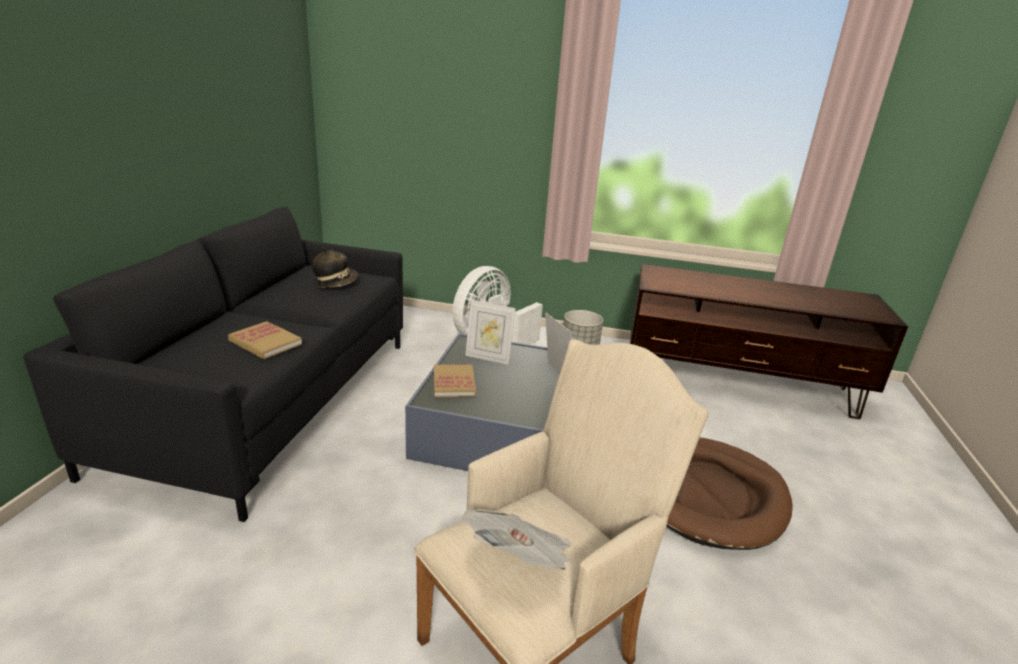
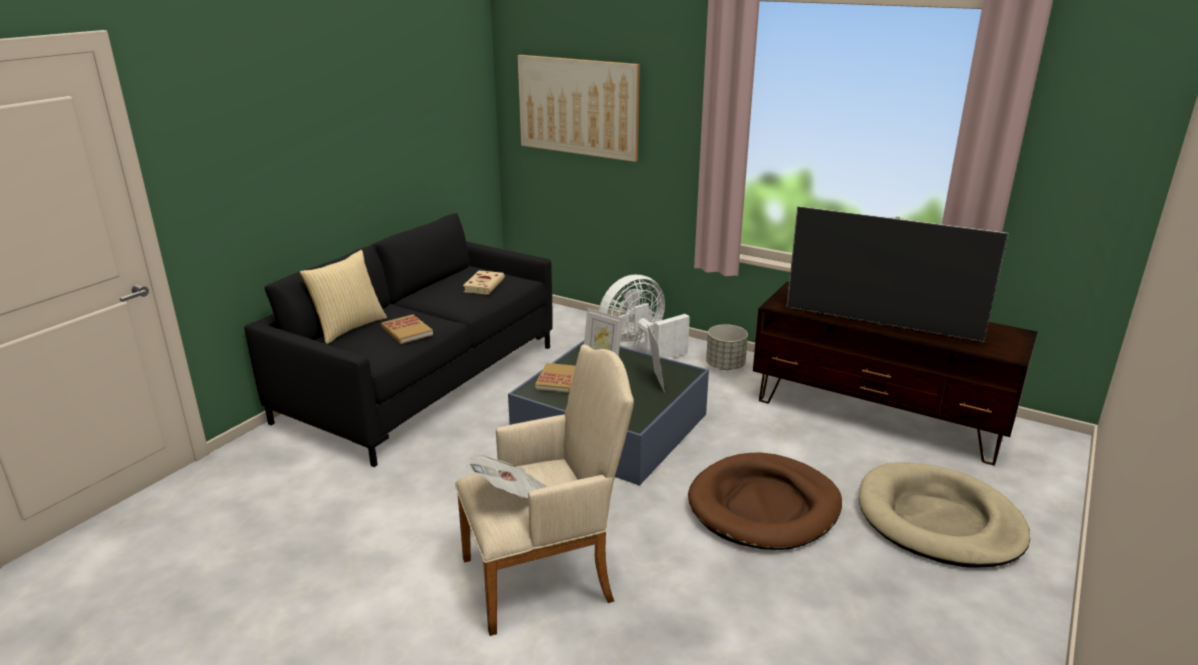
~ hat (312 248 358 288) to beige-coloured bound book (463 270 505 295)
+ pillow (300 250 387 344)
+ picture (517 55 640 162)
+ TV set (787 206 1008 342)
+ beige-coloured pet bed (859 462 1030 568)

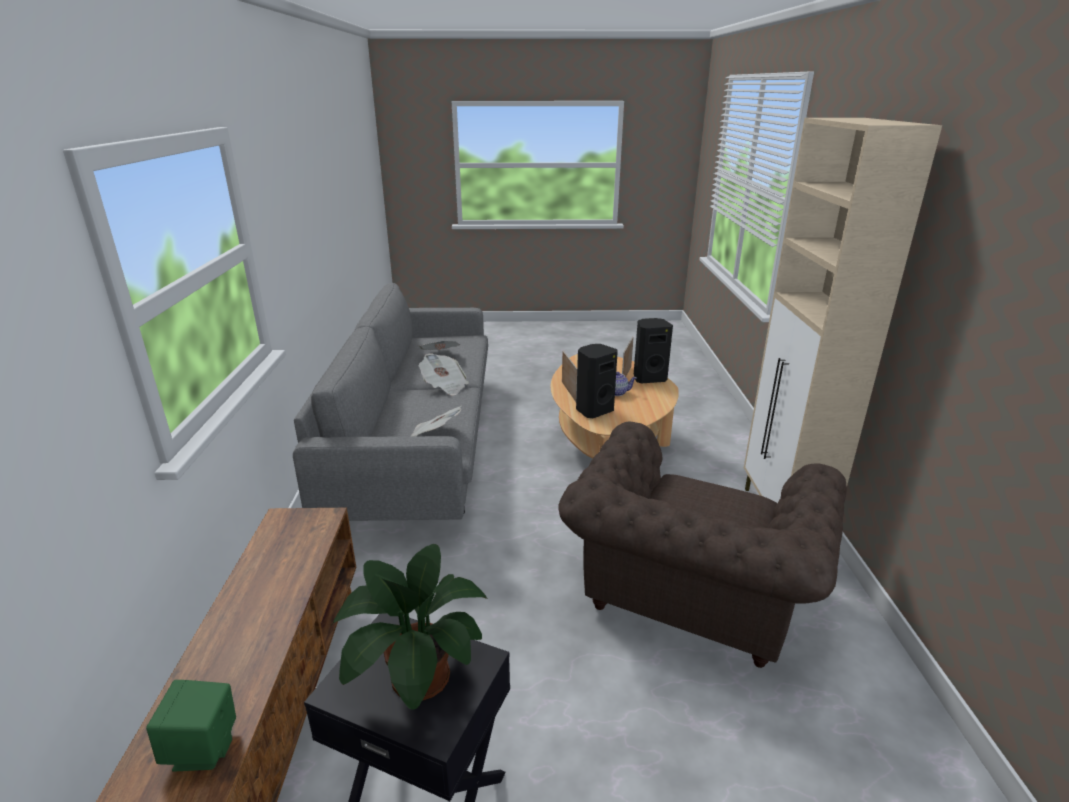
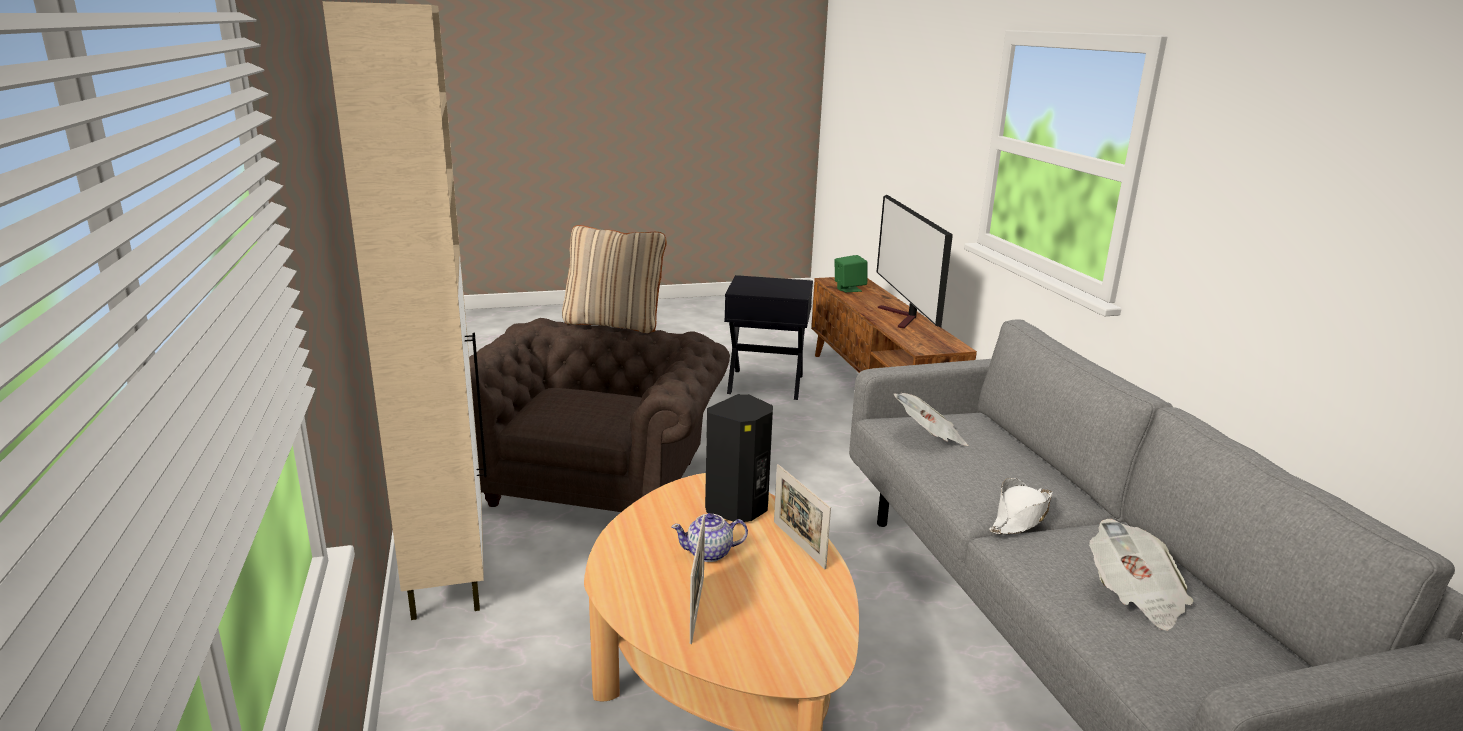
- potted plant (332 544 487 710)
~ newspaper (419 353 469 396) to whitish hat (989 478 1053 534)
- black speaker (634 318 673 383)
+ beige-coloured pillow (562 225 667 333)
+ TV set (877 195 953 328)

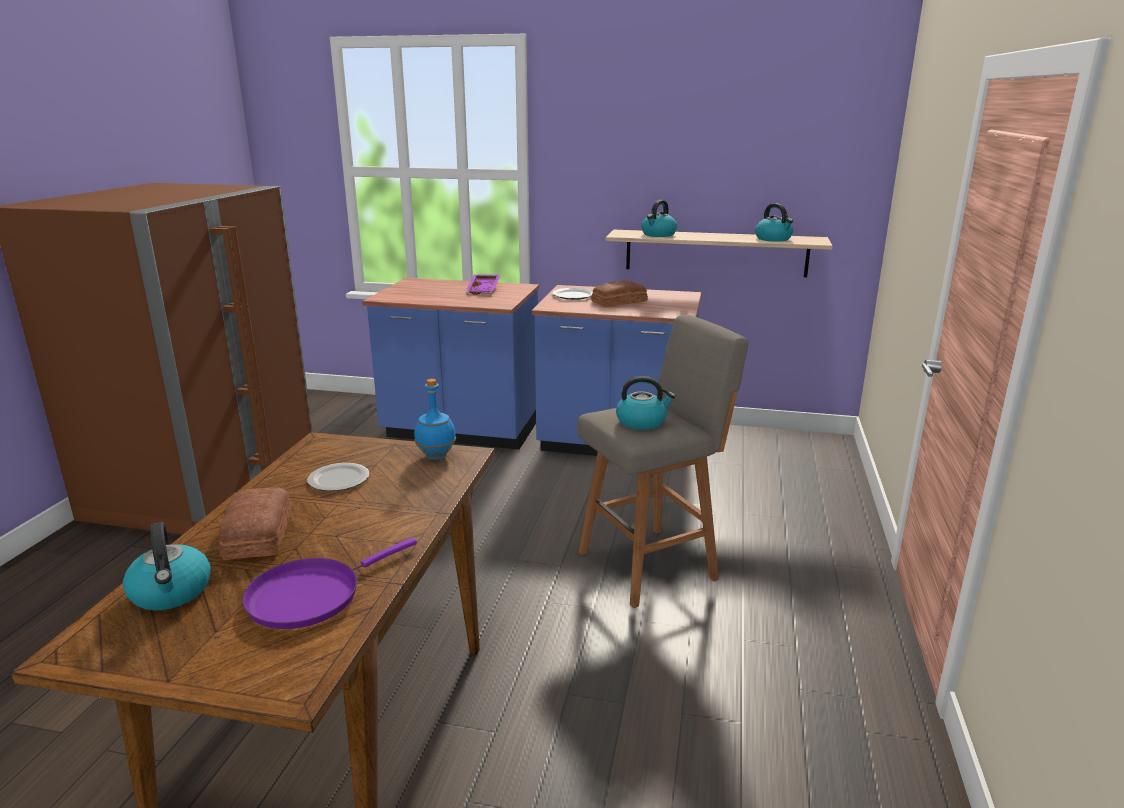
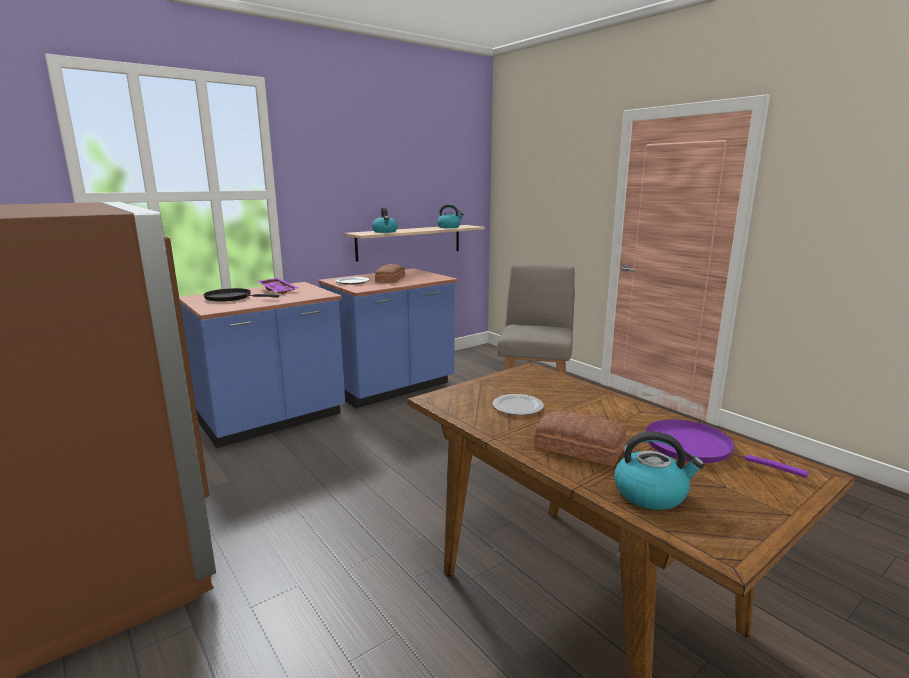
~ purple-coloured frying pan (242 538 417 629) = (645 419 809 478) 135 degrees clockwise
- blue-coloured beverage bottle (414 379 456 460)
- water kettle (616 376 675 430)
+ black frying pan (203 288 279 302)

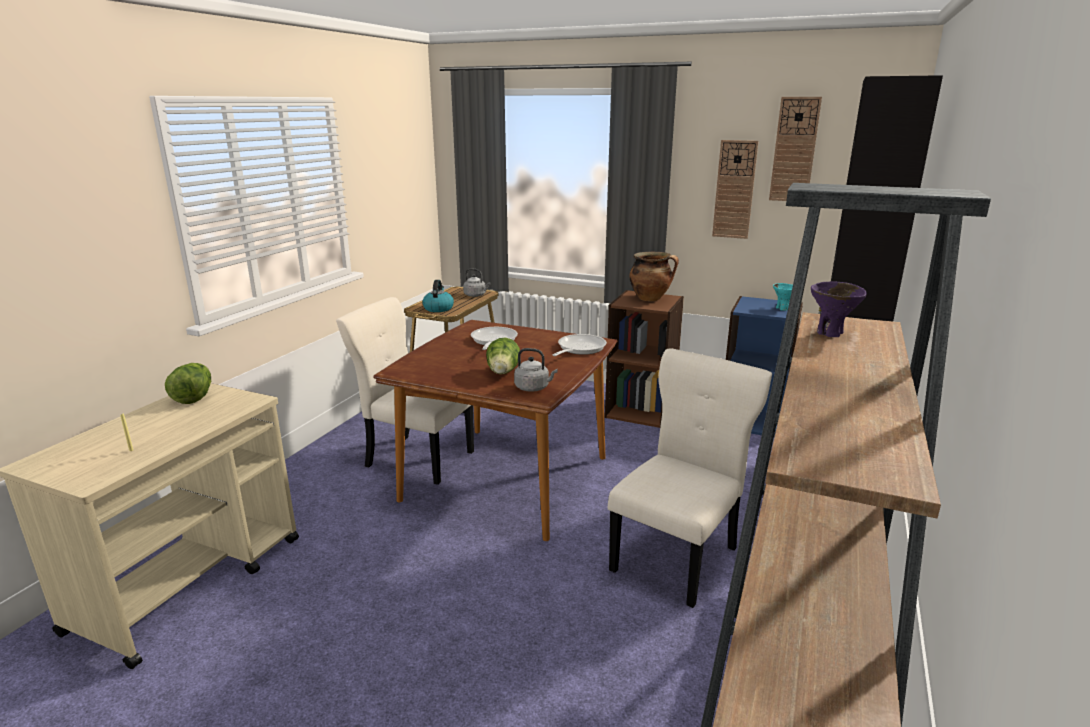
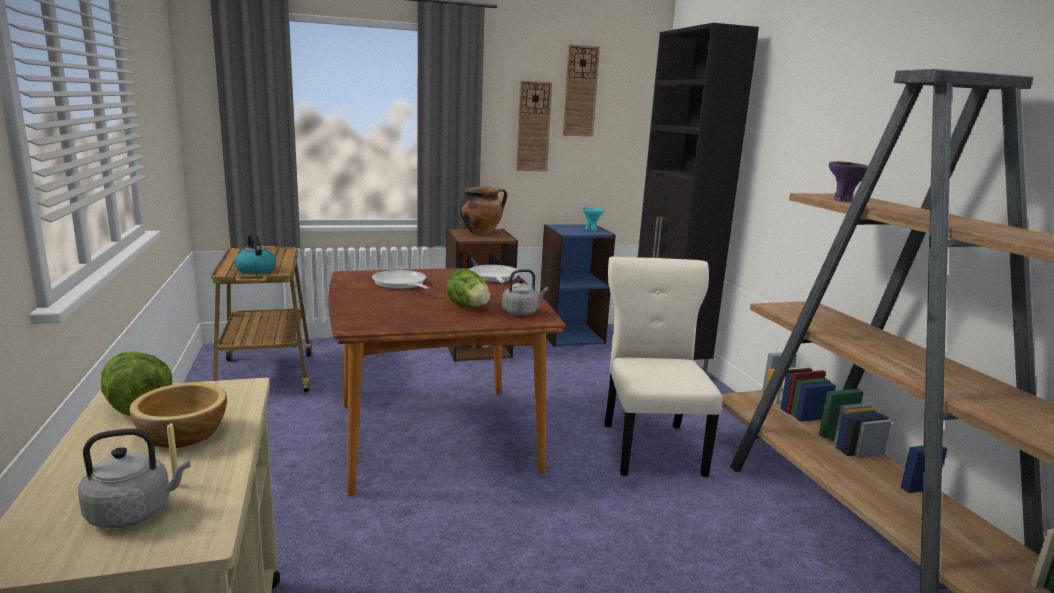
- beige-coloured chair (336 297 474 485)
~ grey water kettle (463 268 490 297) to (78 429 190 528)
+ bowl (130 382 227 448)

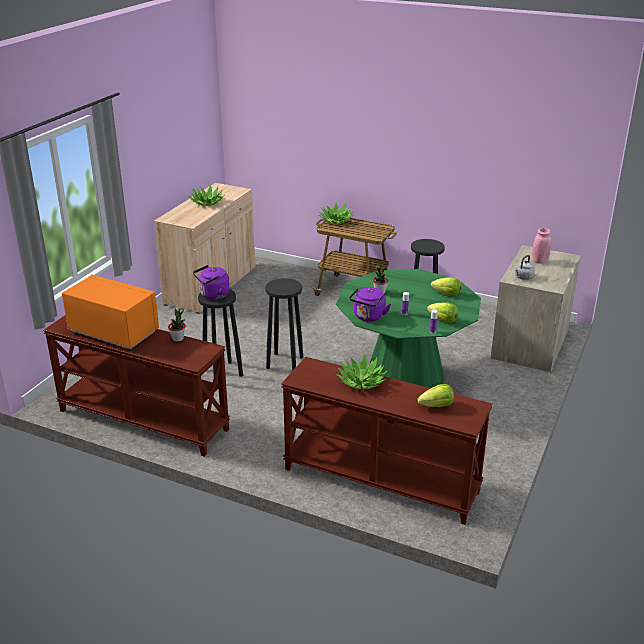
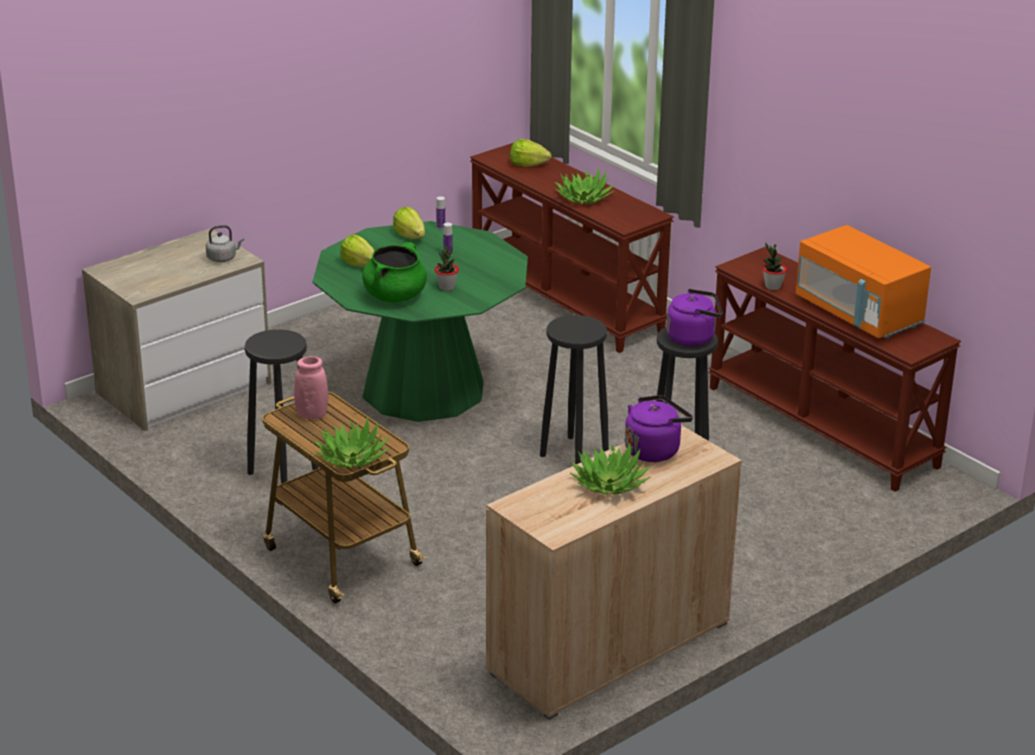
~ purple-coloured water kettle (349 287 391 322) to (625 395 693 462)
~ pinkish vase (532 228 551 263) to (294 356 328 419)
+ green cooking pot (362 242 427 302)

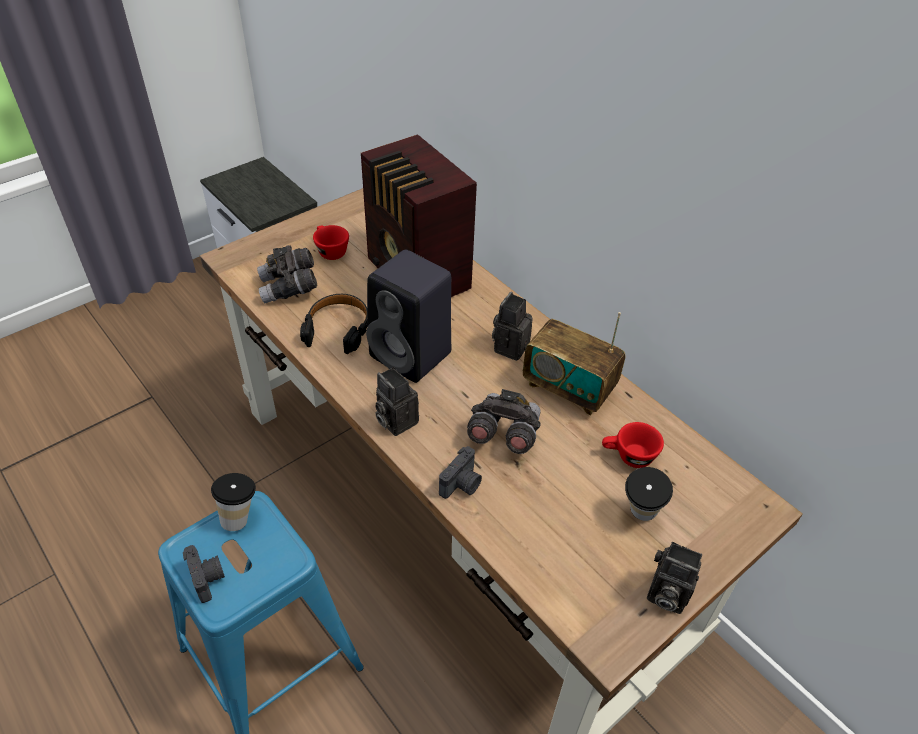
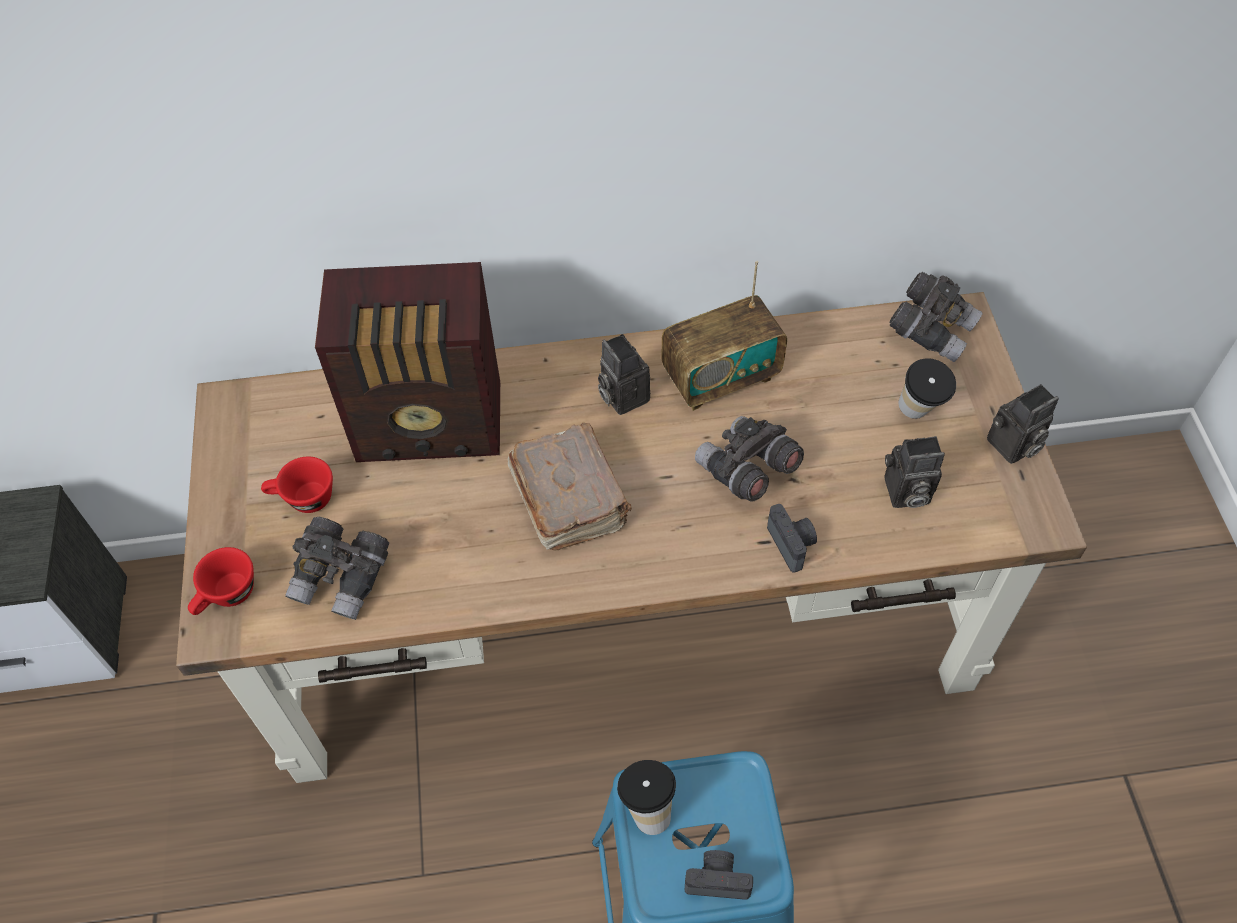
- black headset (300 294 368 354)
~ black speaker (366 249 451 383) to brownish bound book (507 423 632 550)
~ photo camera (375 367 419 436) to (884 436 945 508)
~ reddish small cup (602 422 664 468) to (188 547 254 615)
+ grey pair of binoculars (889 272 983 362)

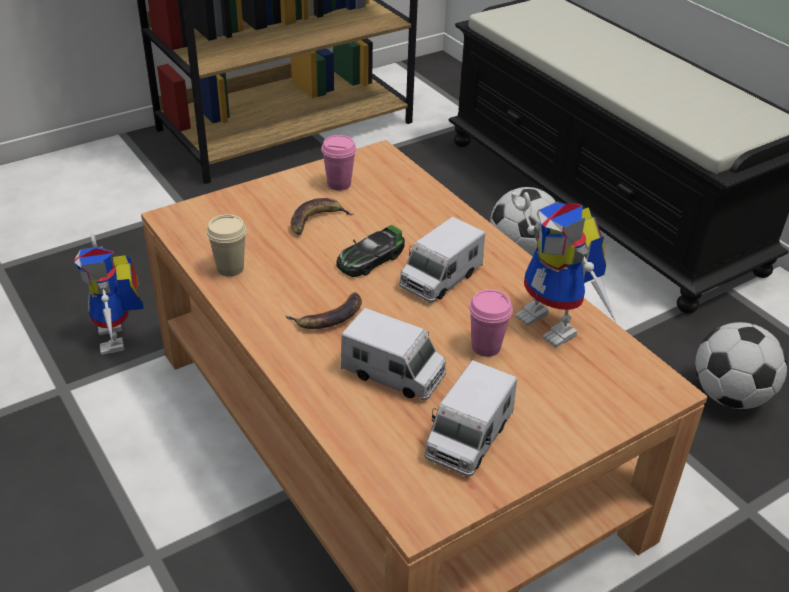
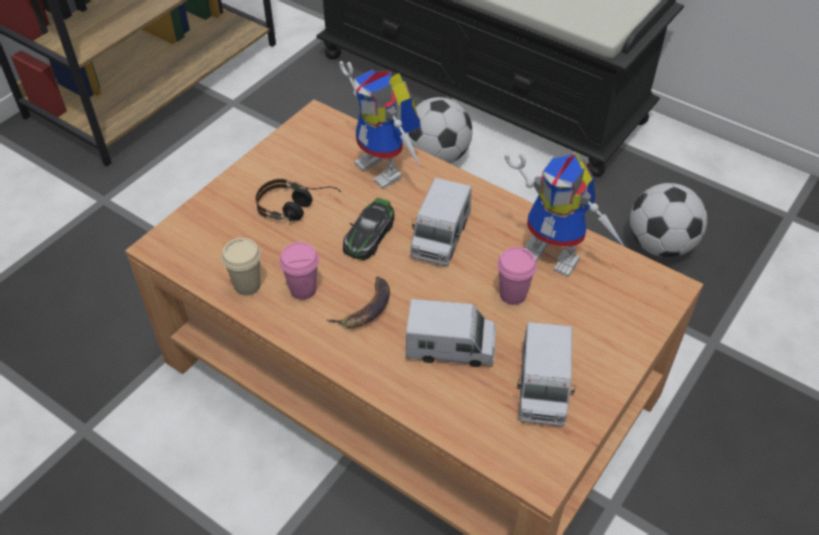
~ model robot (74 233 144 355) to (339 61 421 189)
~ banana (291 198 353 235) to headset (255 179 341 221)
~ pinkish small cup (321 135 356 191) to (279 242 319 300)

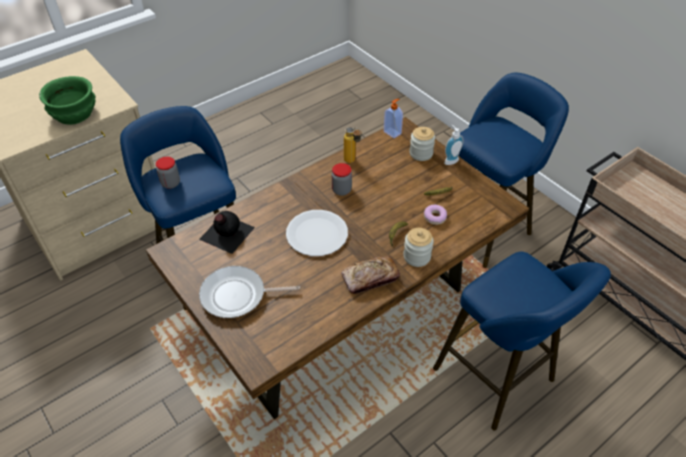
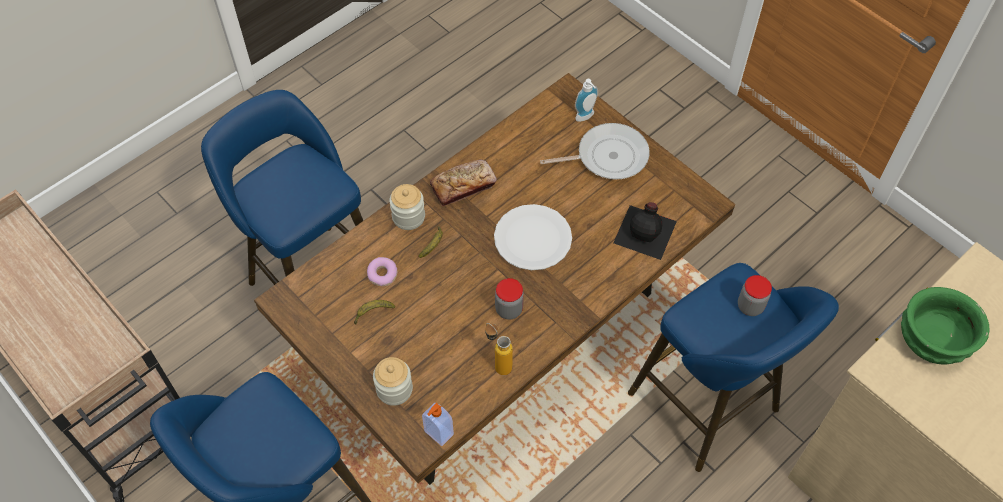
~ soap dispenser (444 125 464 165) to (575 79 598 122)

